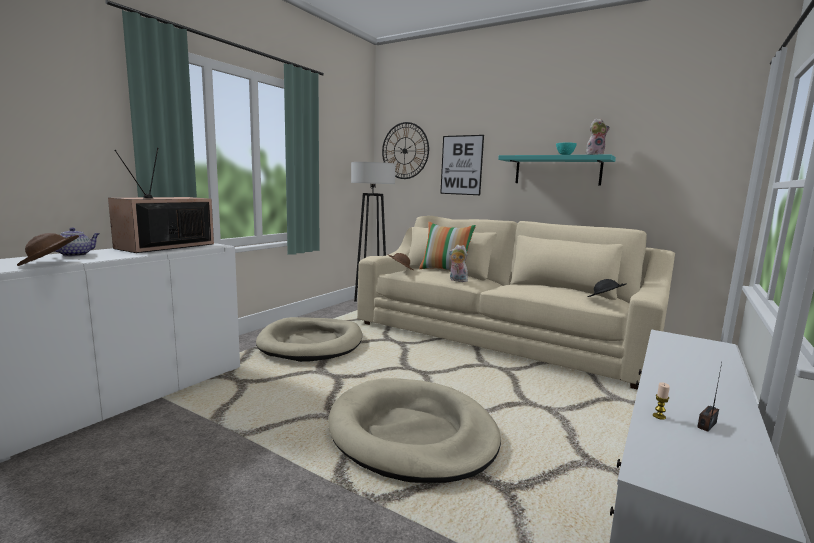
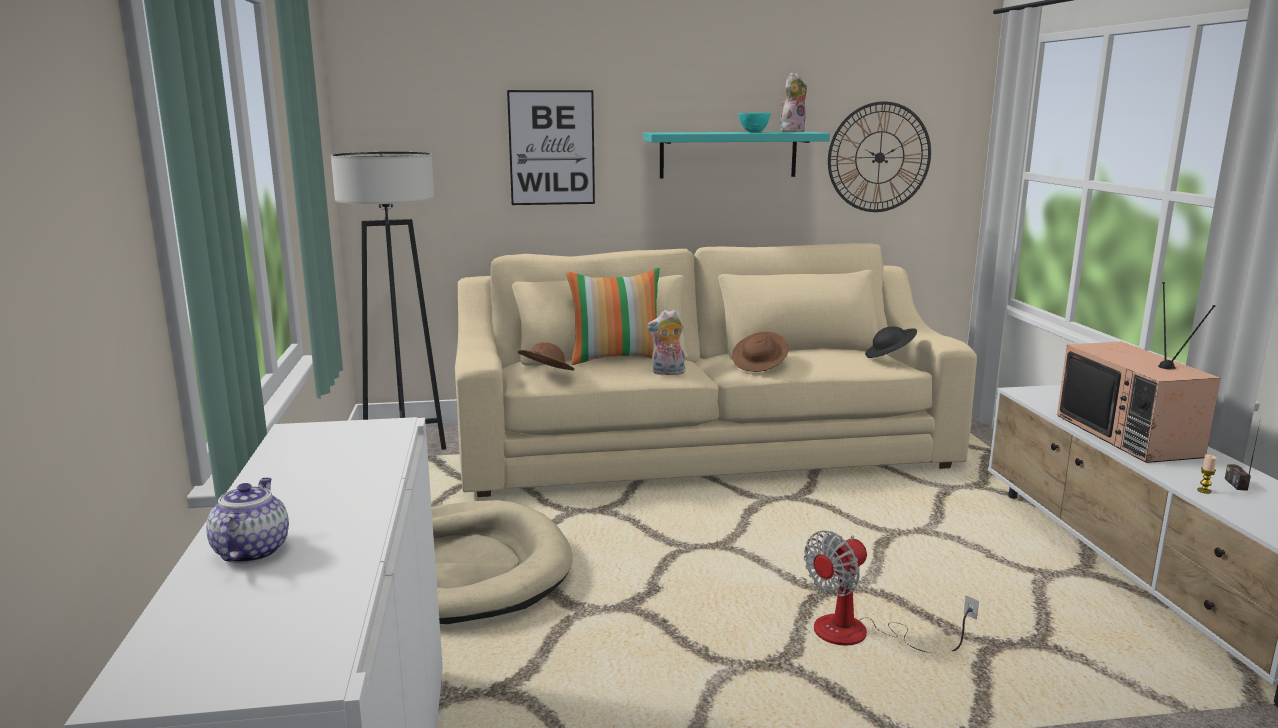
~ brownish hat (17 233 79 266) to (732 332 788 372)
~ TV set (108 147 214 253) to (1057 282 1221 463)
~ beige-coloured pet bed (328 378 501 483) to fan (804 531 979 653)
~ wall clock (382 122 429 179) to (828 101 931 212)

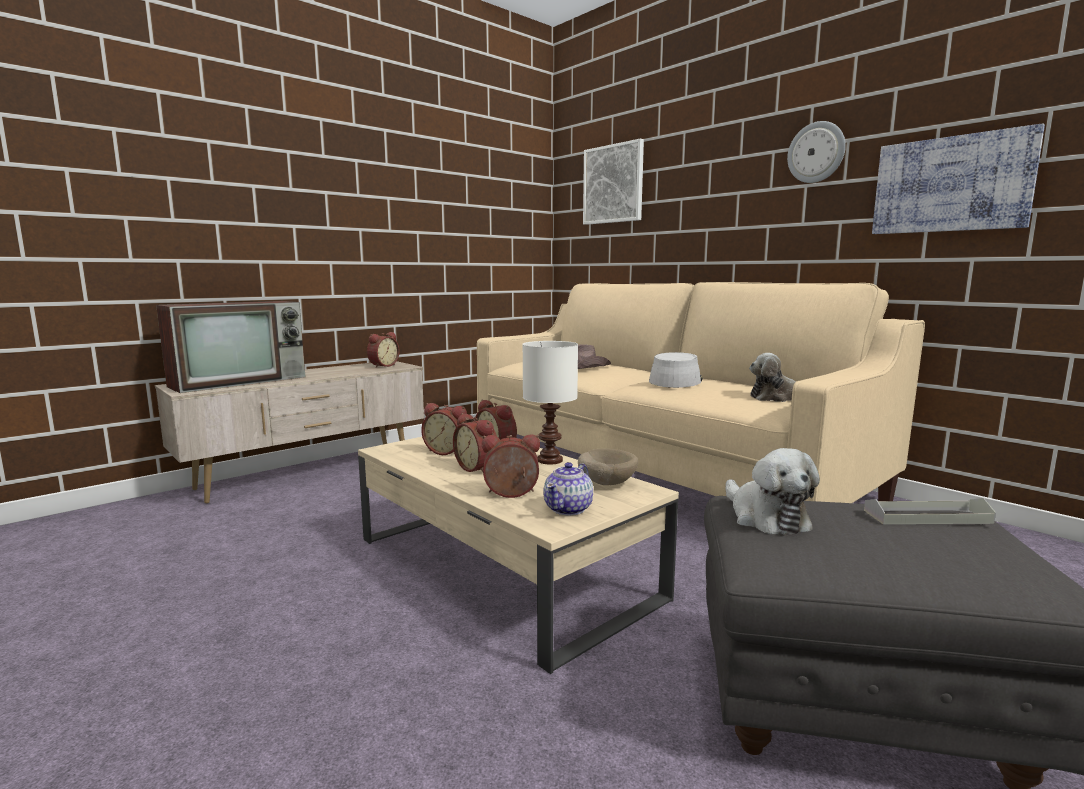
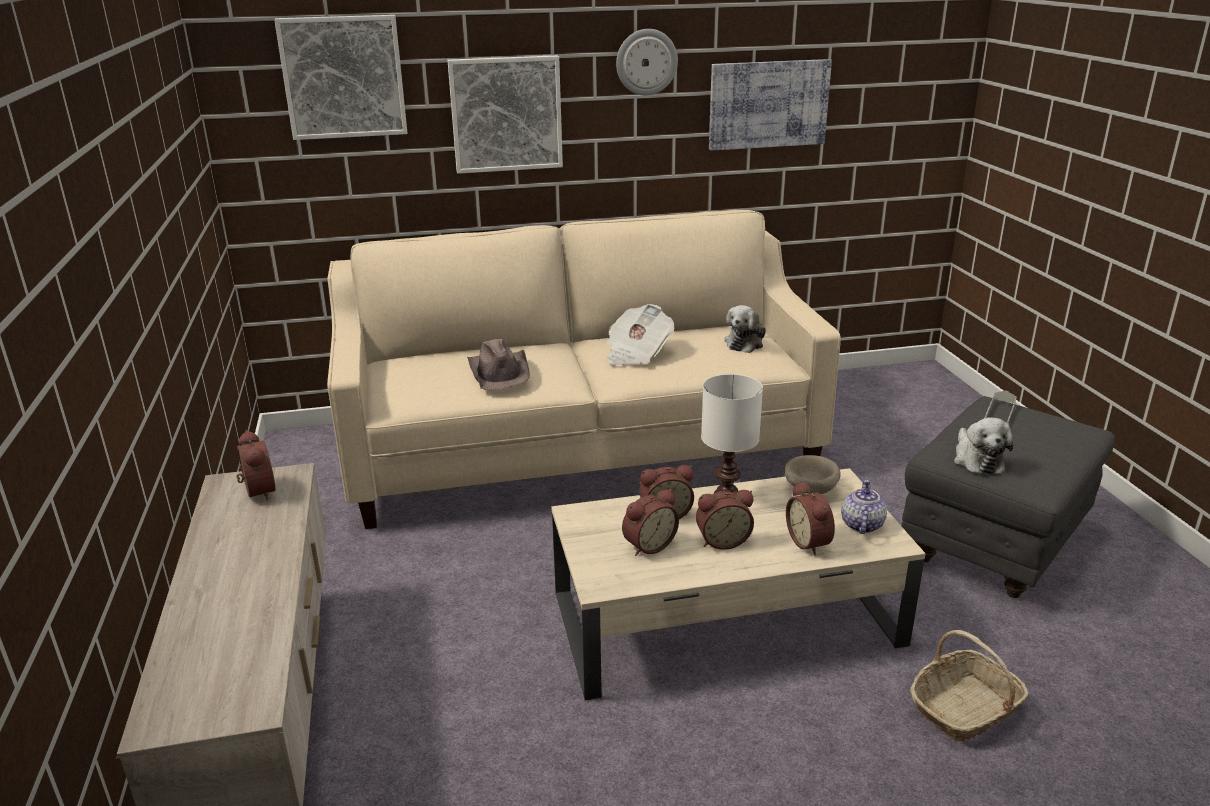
- TV set (156 301 305 393)
~ bedside clock (482 434 540 498) = (786 481 835 556) 45 degrees counterclockwise
~ teapot (543 462 593 516) = (841 480 887 534) 135 degrees counterclockwise
~ grey hat (649 352 703 388) to newspaper (606 304 674 365)
~ cuddly toy (726 448 820 536) = (954 417 1013 475) 75 degrees clockwise
+ picture (447 55 563 174)
+ storage basket (910 630 1029 742)

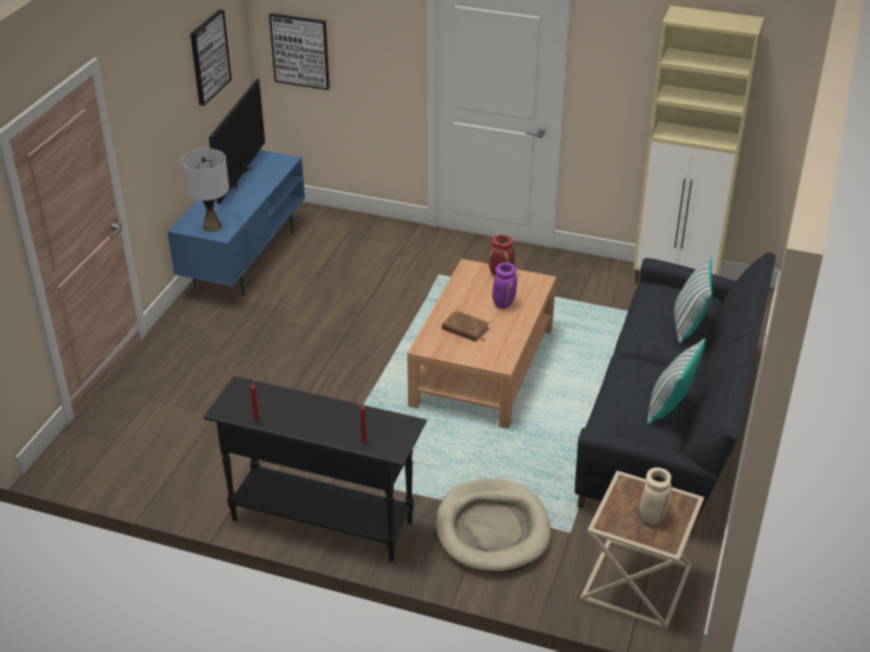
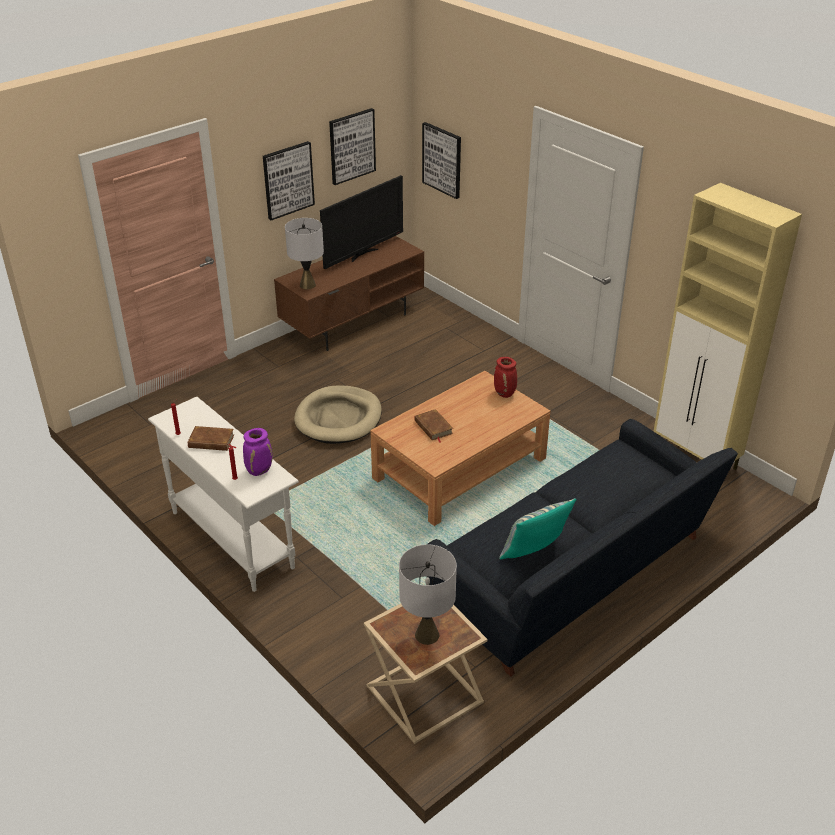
~ blue-coloured media console (167 150 305 296) to brownish media console (274 236 424 351)
~ black narrow table (203 376 427 562) to whitish narrow table (148 397 299 592)
~ beige-coloured pet bed (436 479 551 573) to (294 385 382 444)
~ purple-coloured vase (492 263 517 309) to (243 428 273 476)
~ beige-coloured vase (640 467 672 524) to grey lamp for a table (399 545 457 645)
- pillow (674 256 712 344)
+ brownish bound book (188 426 236 451)
+ picture (263 141 315 220)

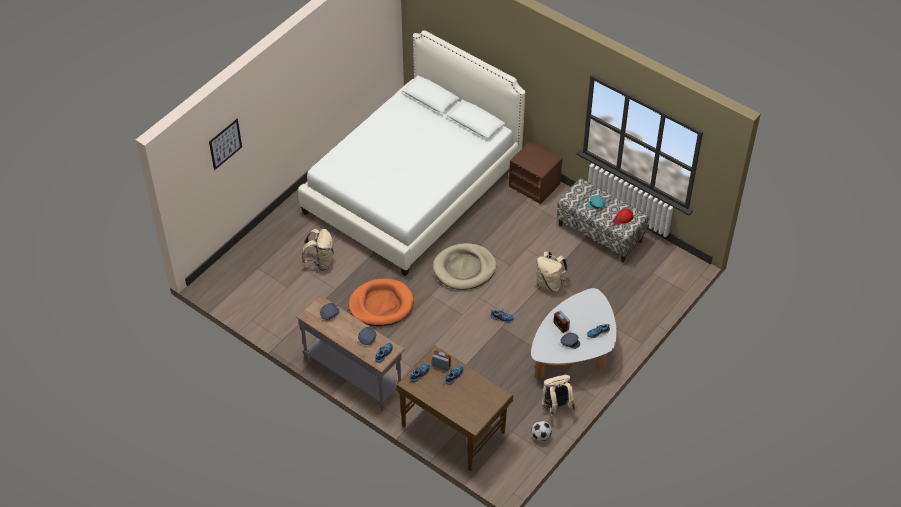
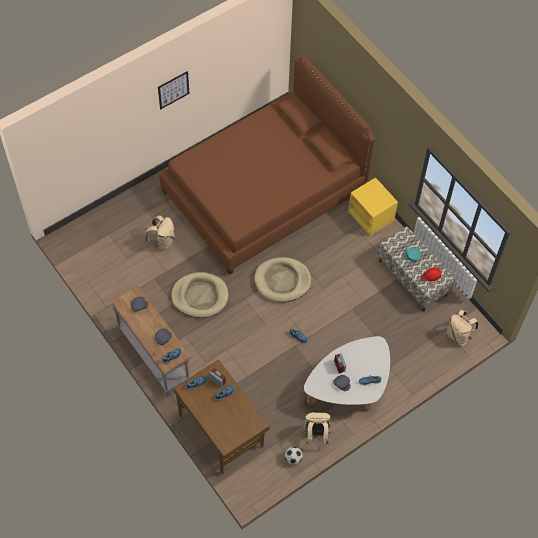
~ picture (209 119 242 170) to (158 71 190 110)
~ whitish bed (298 30 525 276) to brownish bed (159 56 375 275)
~ orange-coloured pet bed (349 279 414 326) to beige-coloured pet bed (171 272 229 318)
~ brownish bedside table (509 141 562 204) to yellowish bedside table (348 177 398 236)
~ beige-coloured rucksack (536 251 568 292) to (446 310 478 346)

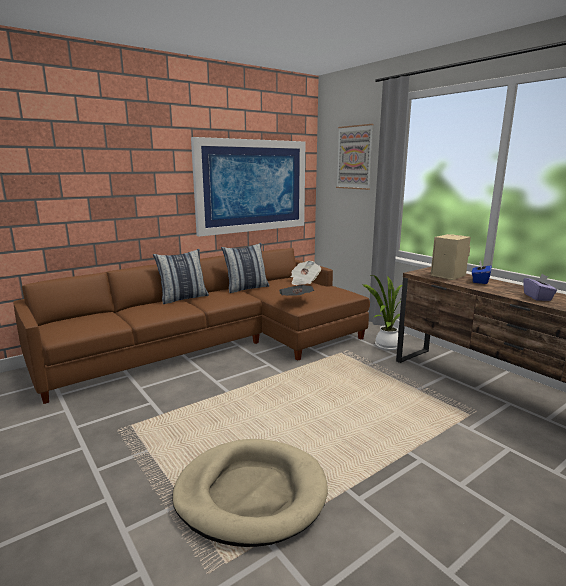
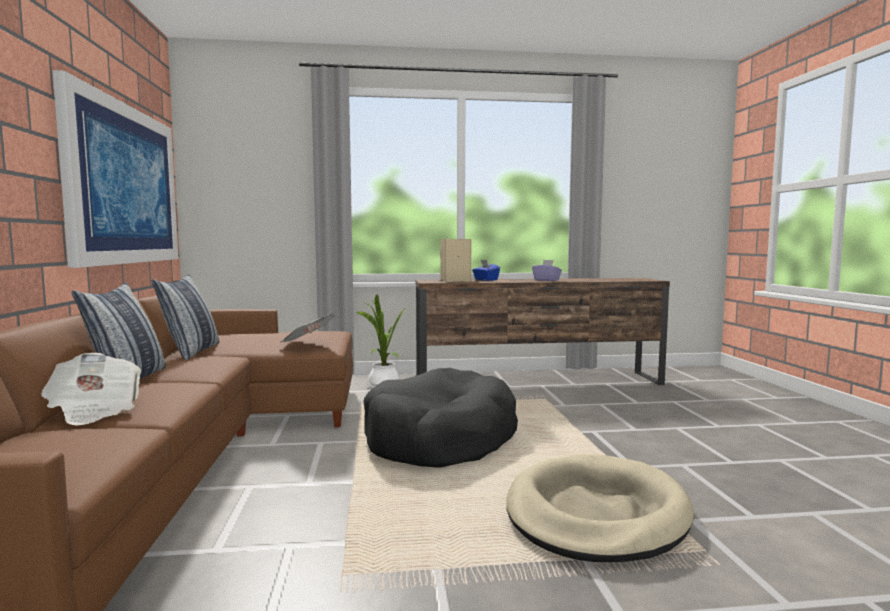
~ newspaper (291 261 321 285) to (40 353 141 426)
- picture (336 124 373 190)
+ black pet bed (363 368 518 468)

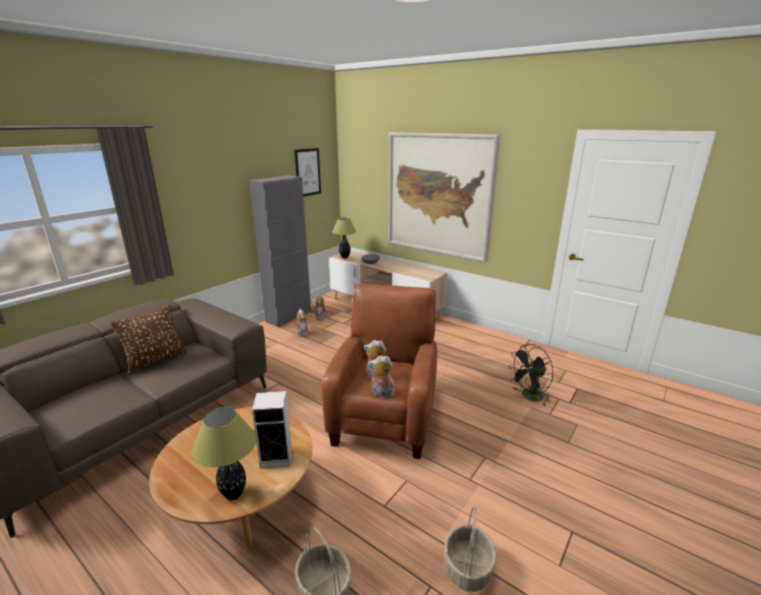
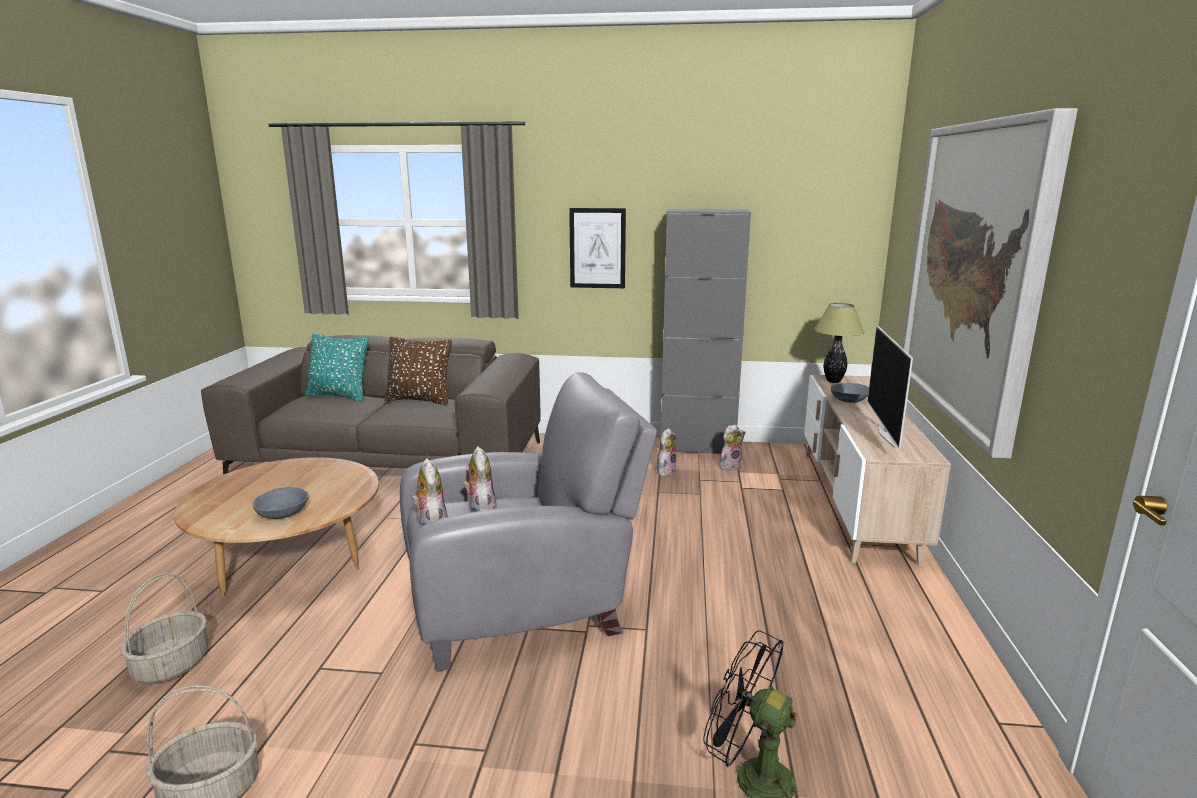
- lamp for a table (192 407 257 500)
~ speaker (252 391 292 468) to grey bowl (252 487 308 519)
~ picture (294 148 321 197) to (569 208 626 288)
~ brownish armchair (322 283 437 459) to grey armchair (400 372 657 672)
+ turquoise-coloured pillow (305 333 369 402)
+ TV set (867 325 913 449)

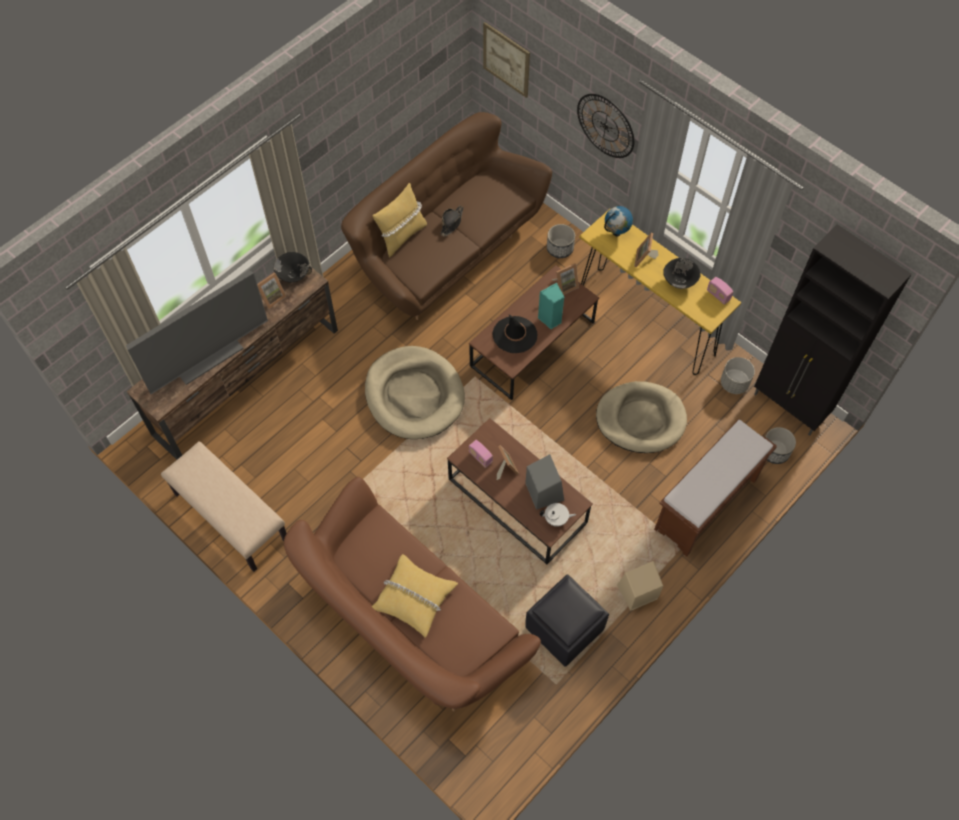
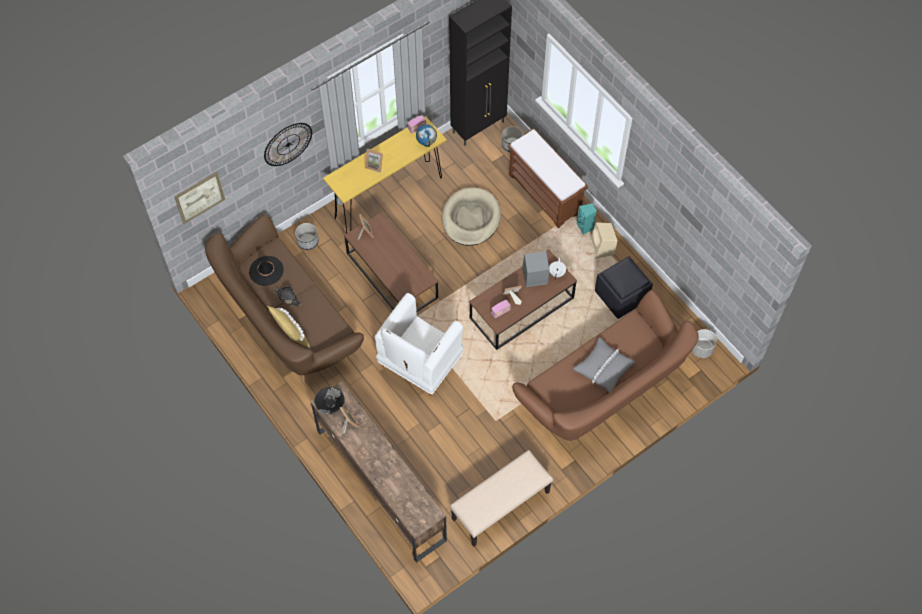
- TV set (126 270 268 394)
~ beige-coloured pet bed (365 346 465 439) to whitish armchair (375 293 463 396)
~ yellowish pillow (372 554 458 638) to grey pillow (573 337 636 393)
~ black hat (492 314 537 353) to (249 256 284 286)
~ turquoise-coloured speaker (538 283 564 329) to (577 203 597 235)
~ desk globe (604 206 633 237) to (416 125 437 147)
- black bowl (663 258 701 289)
~ grey plant pot (721 357 755 394) to (692 329 717 358)

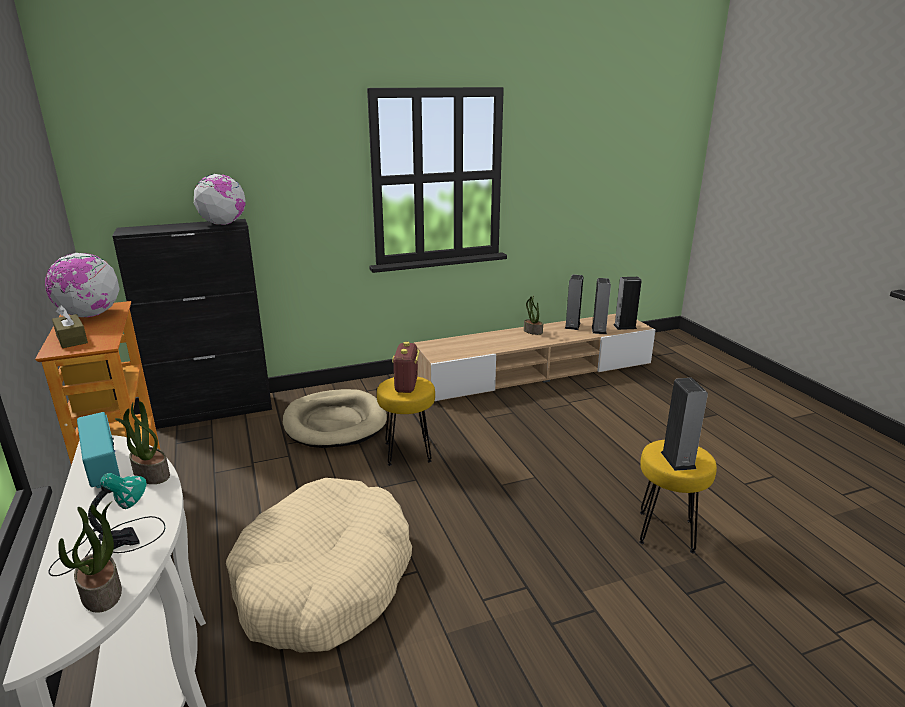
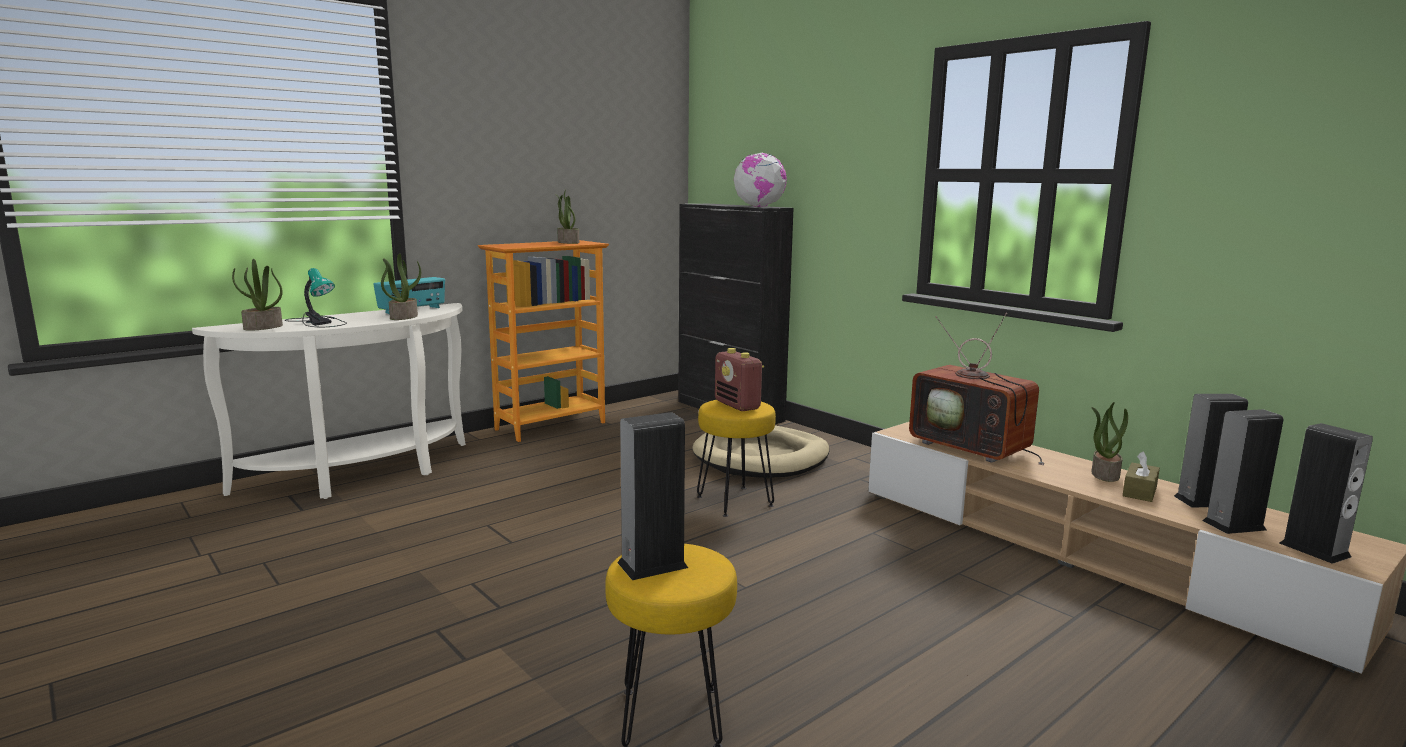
~ desk globe (45 253 120 317) to potted plant (556 189 579 244)
~ brownish tissue box (52 305 88 348) to (1123 451 1160 502)
- beige-coloured pet bed (226 478 412 653)
~ radio set (392 342 420 393) = (715 348 764 411) 105 degrees counterclockwise
+ TV set (909 312 1044 465)

